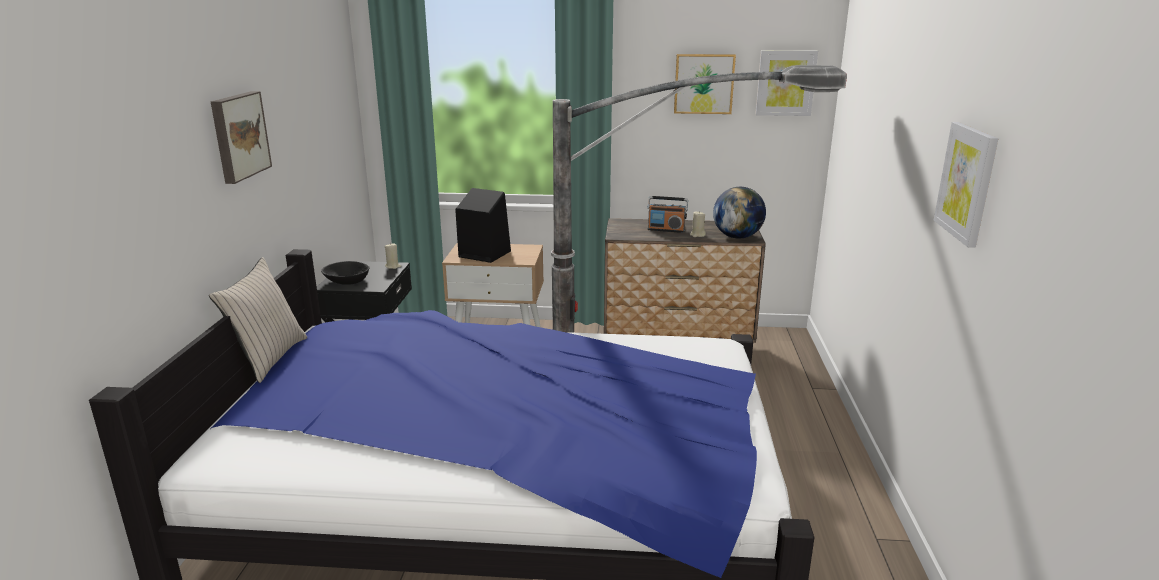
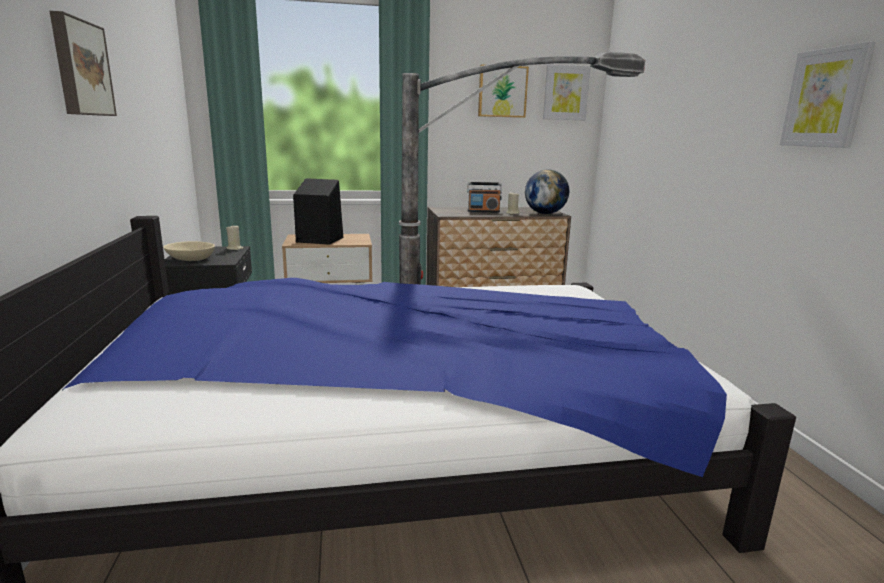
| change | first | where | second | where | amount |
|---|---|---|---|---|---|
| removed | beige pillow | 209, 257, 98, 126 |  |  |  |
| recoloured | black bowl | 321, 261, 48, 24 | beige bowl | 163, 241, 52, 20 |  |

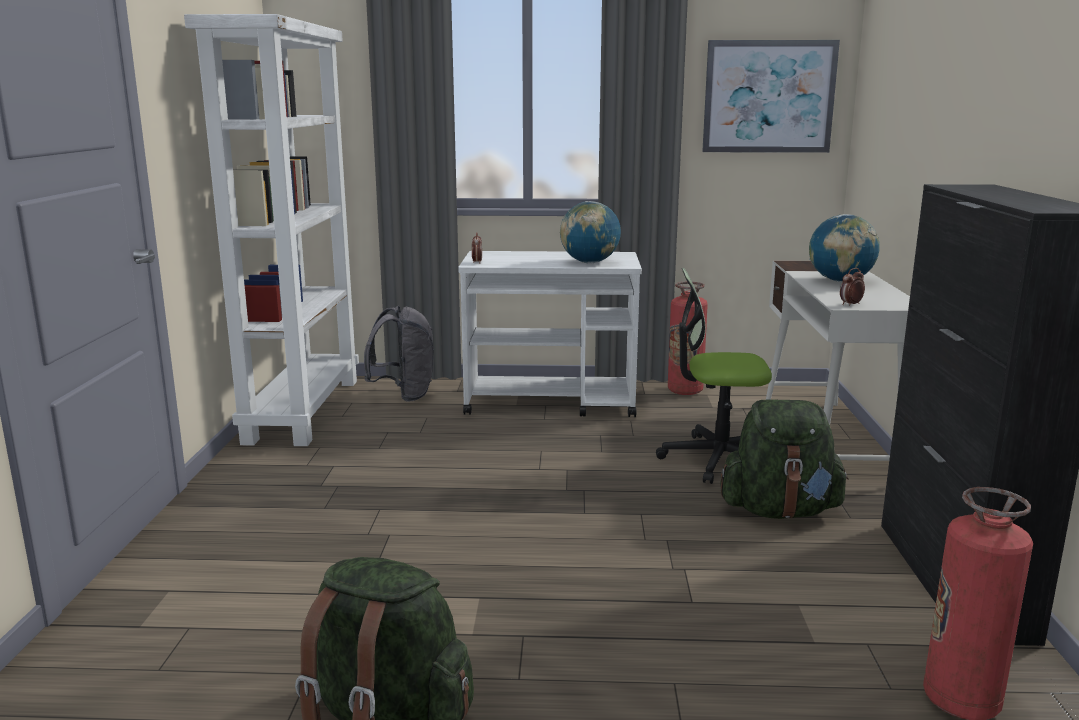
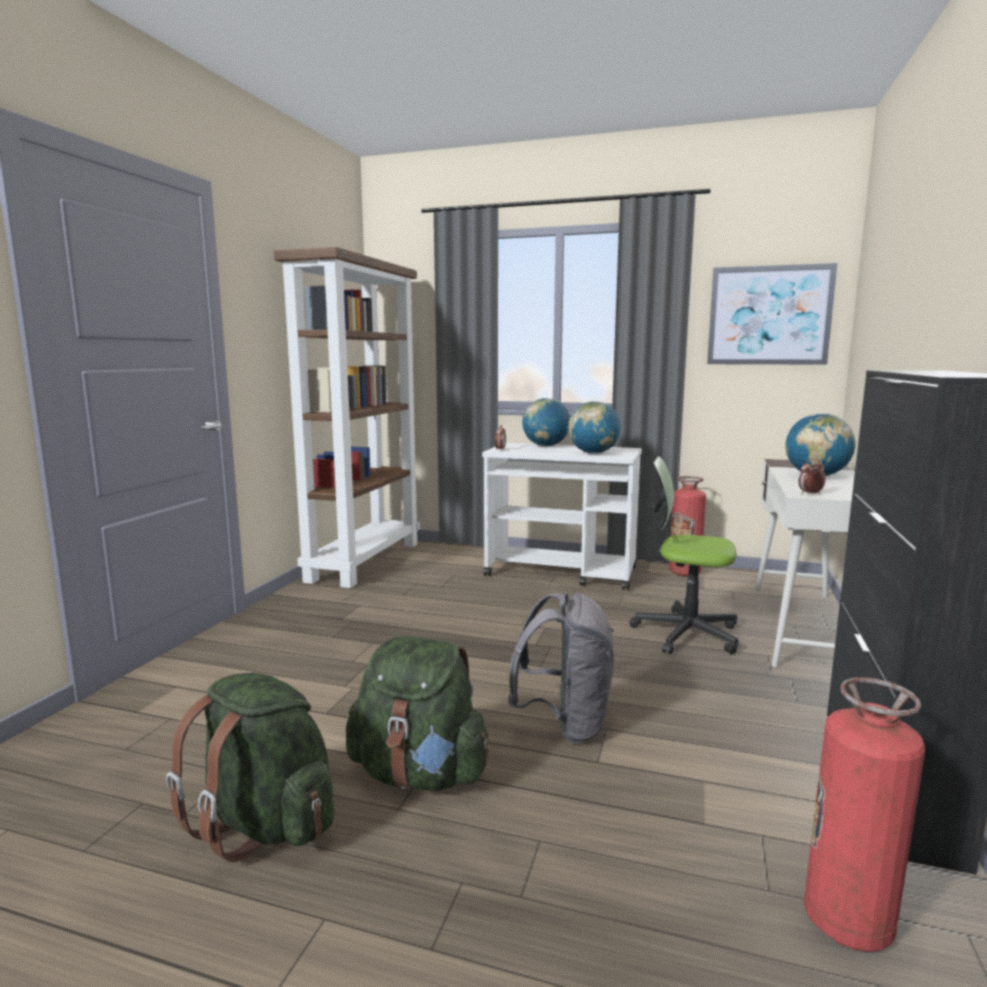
| change | first | where | second | where | amount |
|---|---|---|---|---|---|
| added |  |  | globe | 522, 398, 48, 49 |  |
| moved | grey backpack | 364, 306, 69, 96 |  | 508, 593, 106, 150 |  |
| moved | green backpack | 721, 399, 128, 120 |  | 346, 636, 145, 155 |  |
| recoloured | white bookcase | 184, 14, 175, 432 | brown bookcase | 274, 247, 146, 341 |  |

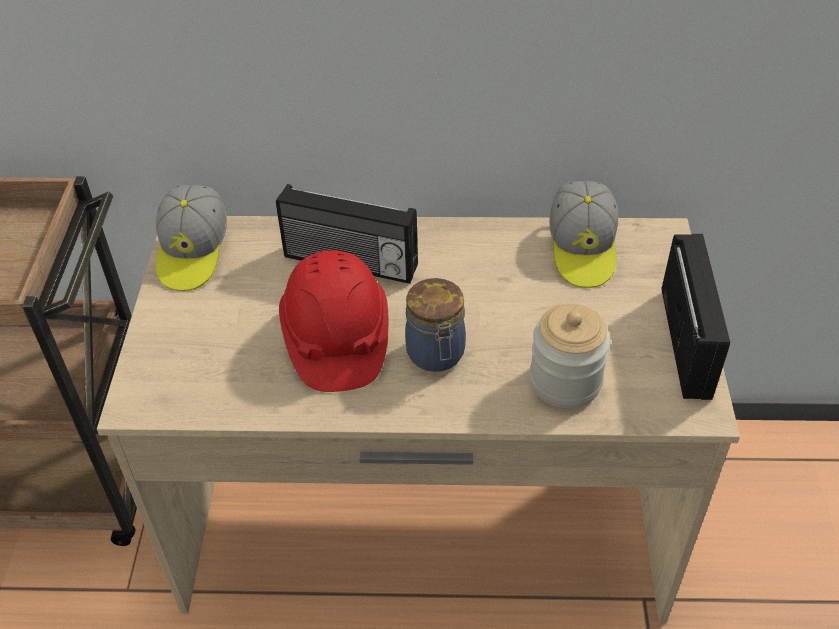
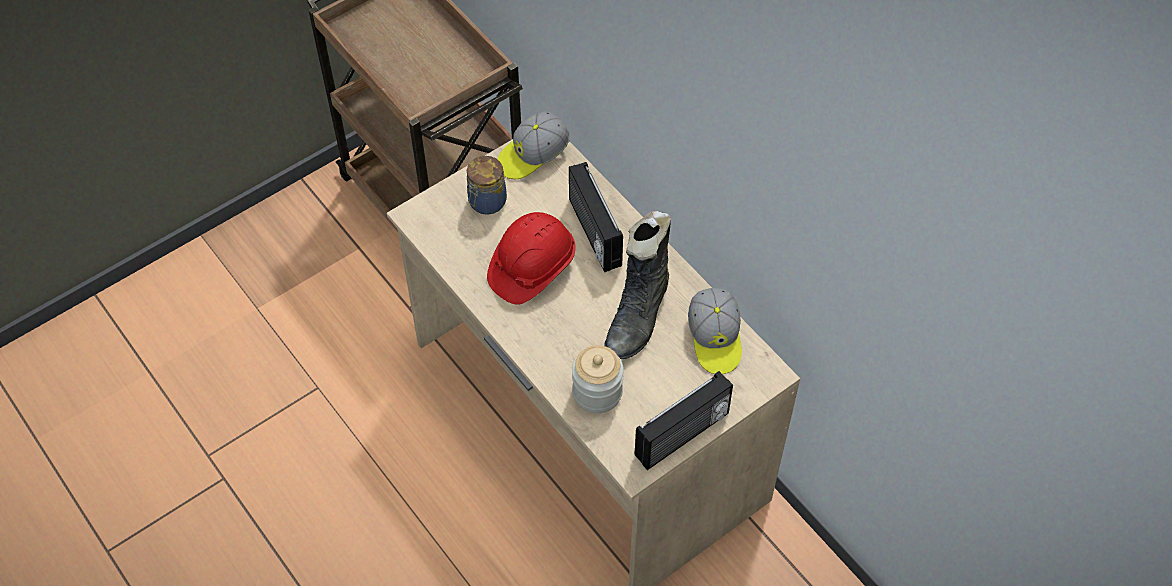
| change | first | where | second | where | amount |
|---|---|---|---|---|---|
| added |  |  | black boot | 604, 211, 67, 148 |  |
| moved | jar | 405, 278, 61, 94 |  | 467, 156, 40, 59 |  |
| turned | cap | 549, 181, 69, 107 |  | 688, 288, 54, 86 | 60 degrees counterclockwise |

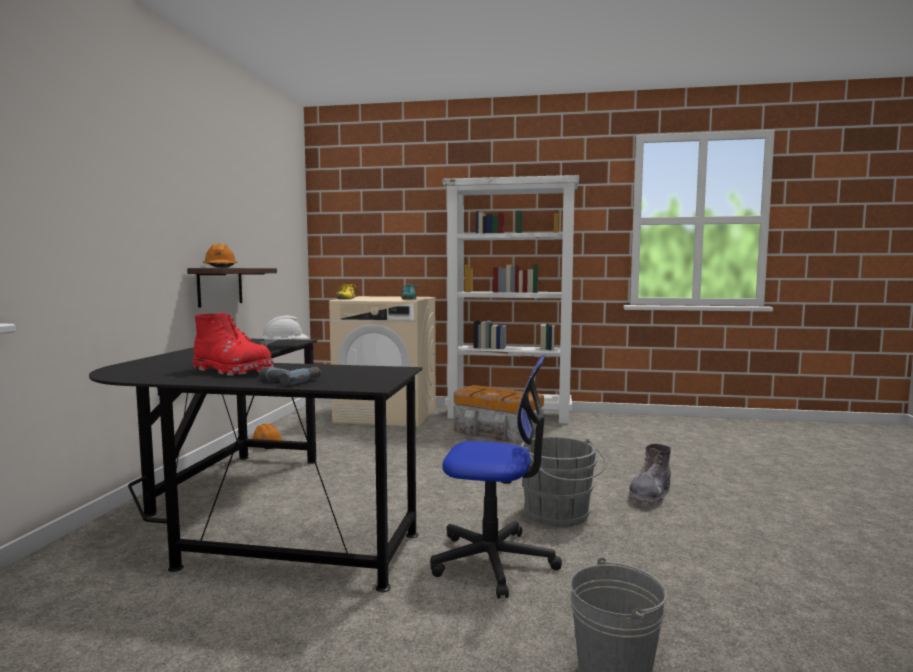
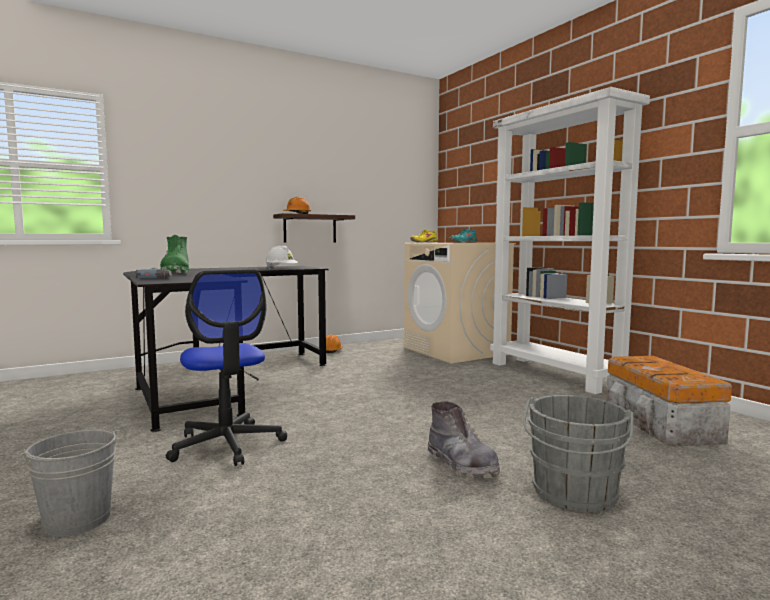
| change | first | where | second | where | amount |
|---|---|---|---|---|---|
| moved | storage box | 454, 385, 90, 60 |  | 606, 356, 126, 90 |  |
| moved | grey bucket | 520, 437, 86, 90 |  | 523, 395, 111, 117 |  |
| recoloured | red boot | 193, 312, 81, 64 | green boot | 160, 235, 29, 39 |  |
| turned | grey boot | 629, 444, 42, 62 |  | 428, 401, 72, 77 | 120 degrees counterclockwise |

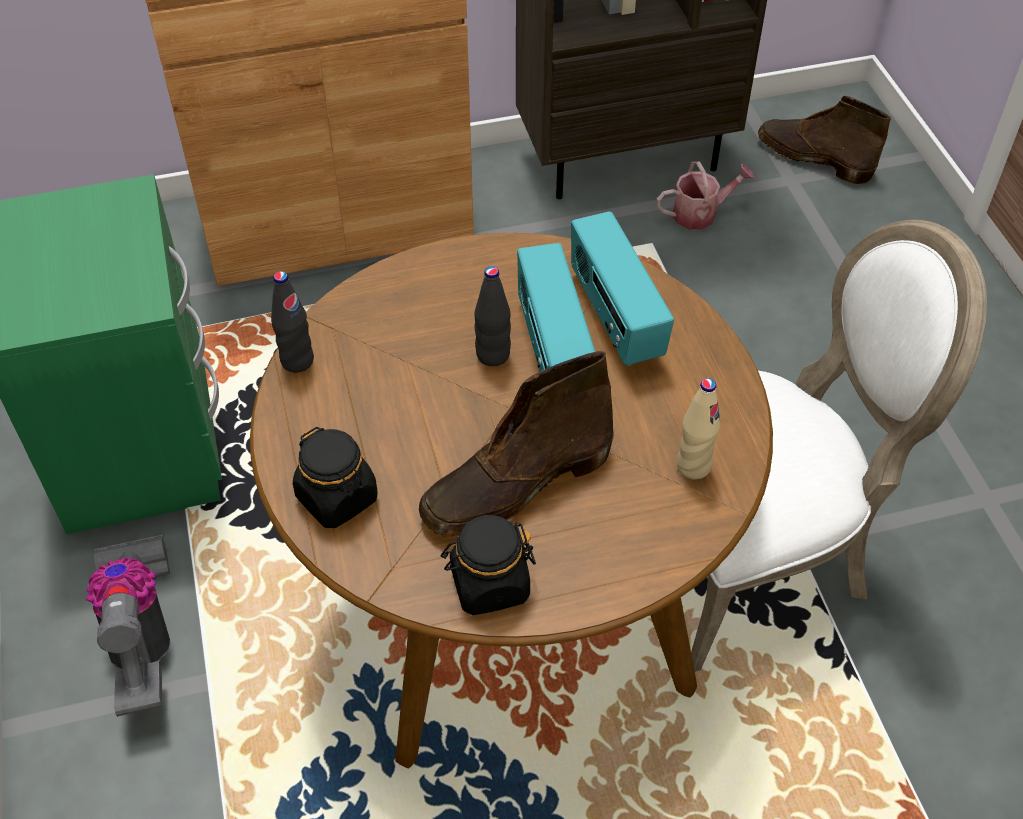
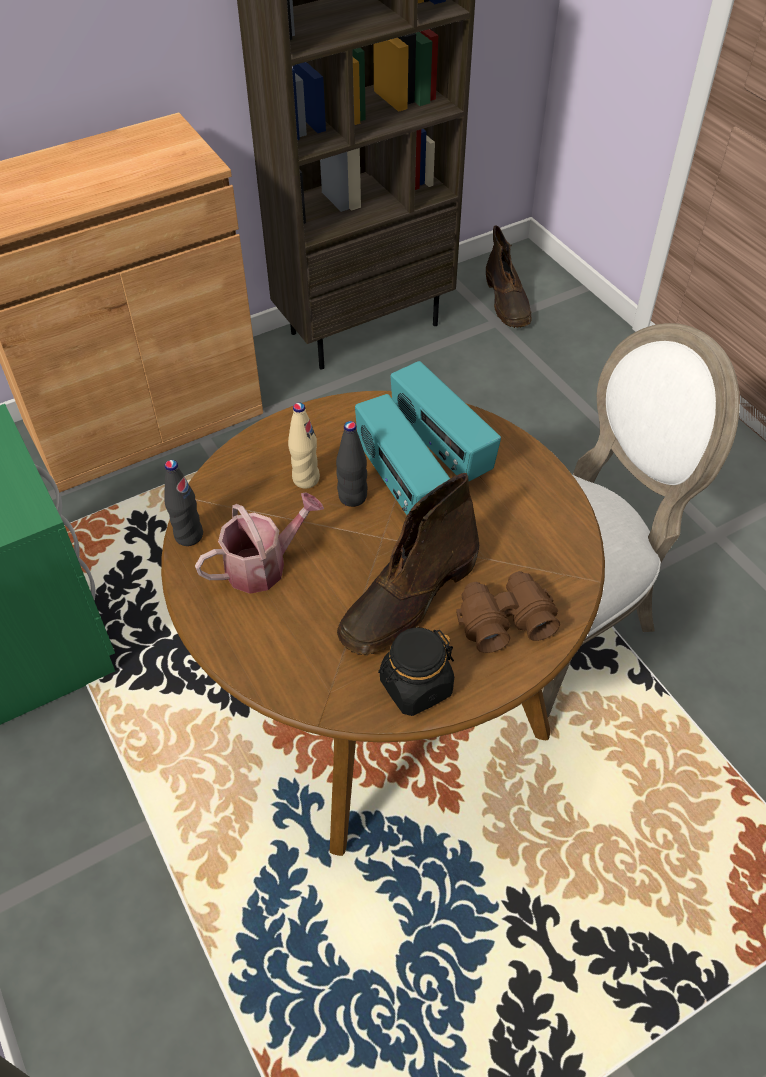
| change | first | where | second | where | amount |
|---|---|---|---|---|---|
| removed | vacuum cleaner | 86, 535, 84, 182 |  |  |  |
| removed | black jar | 293, 427, 85, 101 |  |  |  |
| added |  |  | brown binoculars | 456, 571, 104, 82 |  |
| moved | watering can | 657, 161, 97, 69 |  | 195, 492, 129, 102 |  |
| moved | beige bottle | 677, 378, 43, 102 |  | 288, 402, 32, 87 |  |
| turned | brown boot | 758, 96, 133, 88 |  | 486, 225, 46, 103 | 120 degrees counterclockwise |

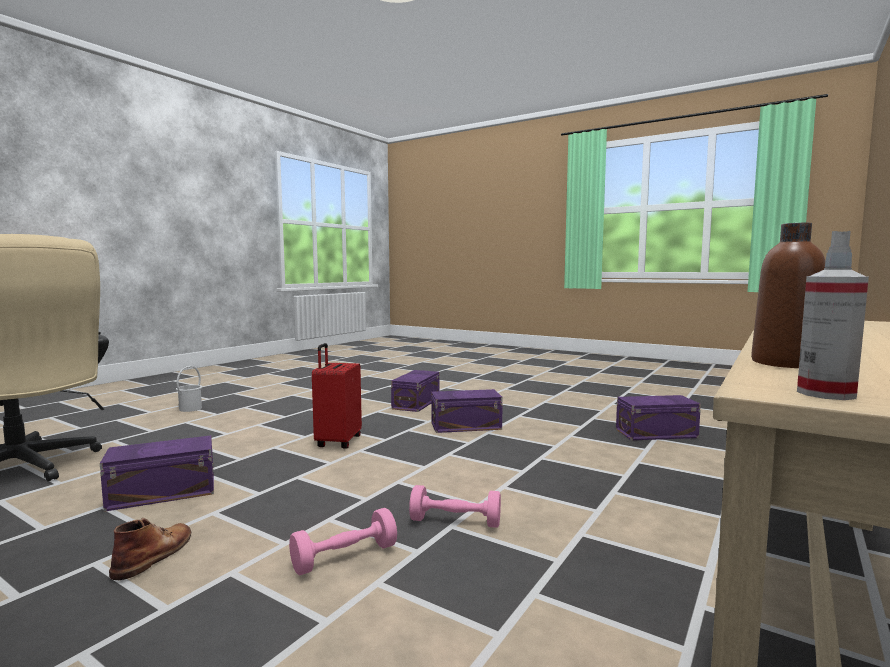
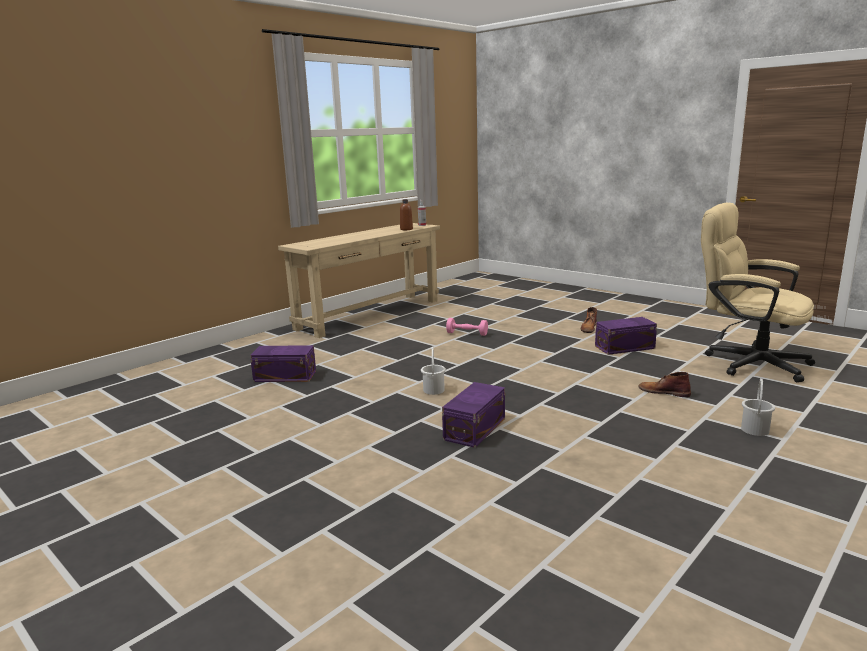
| change | first | where | second | where | amount |
|---|---|---|---|---|---|
| removed | pink dumbbell | 289, 508, 108, 67 |  |  |  |
| removed | red suitcase | 312, 343, 50, 106 |  |  |  |
| added |  |  | brown boot | 638, 372, 53, 25 |  |
| replaced | purple storage box | 431, 389, 72, 44 | white bucket | 421, 347, 25, 48 |  |

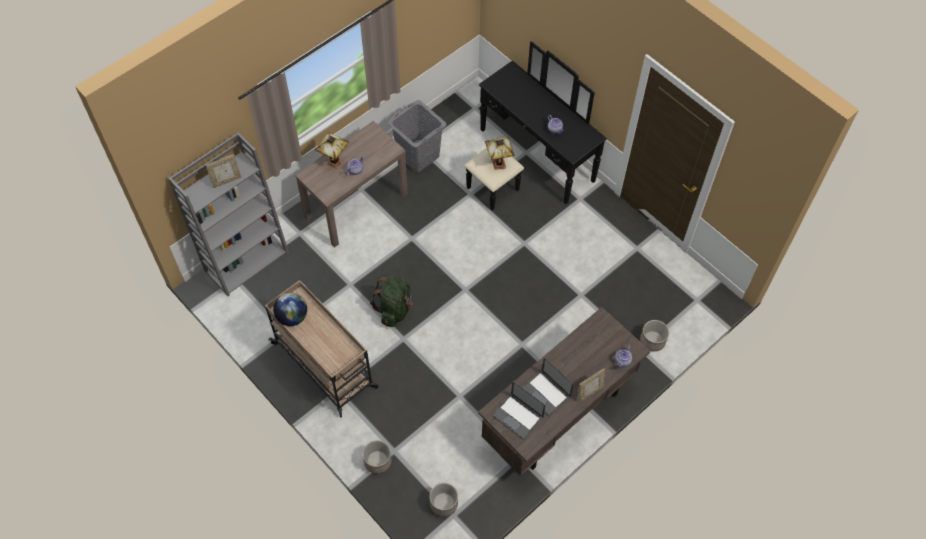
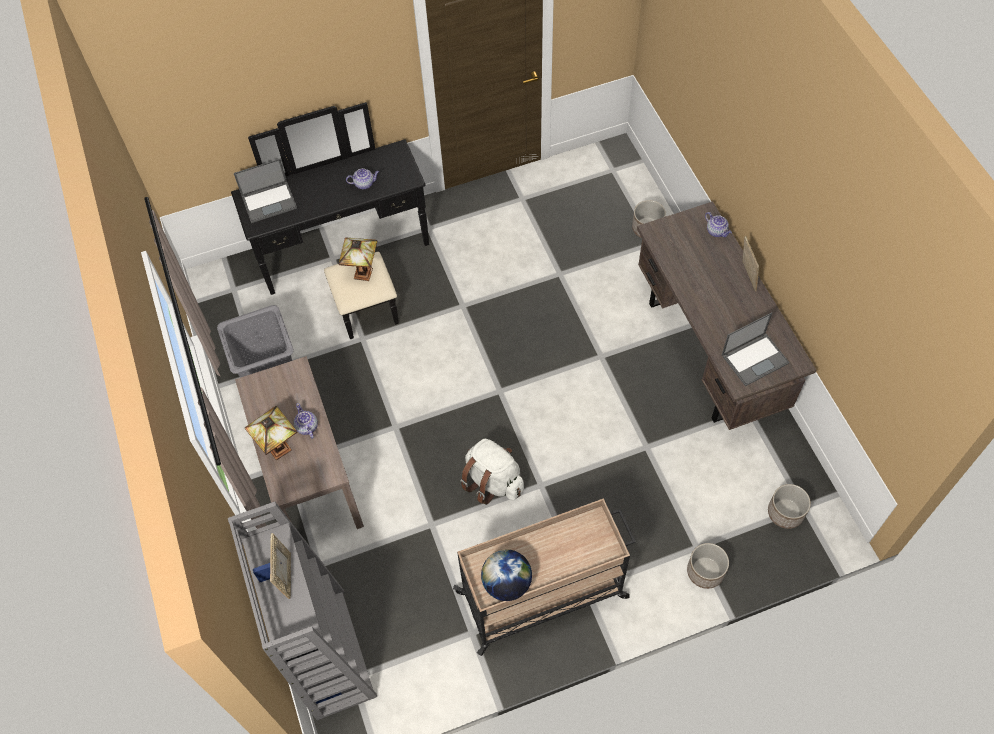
| change | first | where | second | where | amount |
|---|---|---|---|---|---|
| moved | laptop | 522, 357, 52, 59 |  | 234, 159, 63, 64 |  |
| recoloured | green backpack | 370, 276, 43, 51 | white backpack | 460, 438, 64, 67 |  |

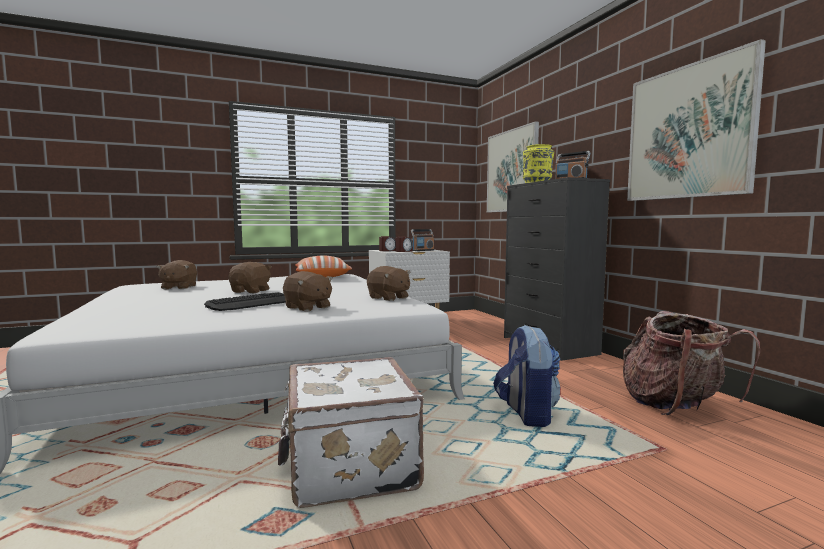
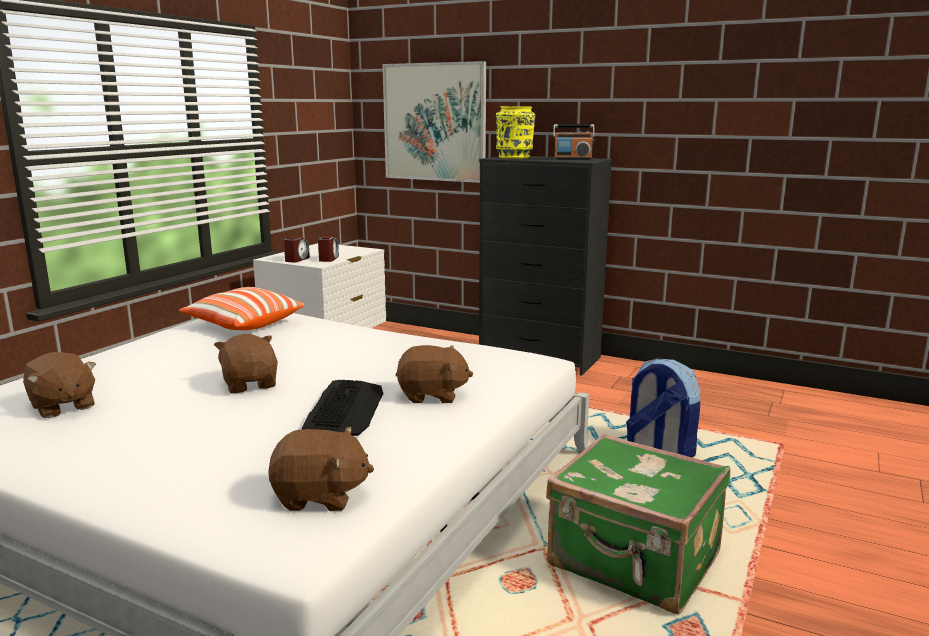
| change | first | where | second | where | amount |
|---|---|---|---|---|---|
| removed | radio | 411, 229, 23, 22 |  |  |  |
| removed | backpack | 623, 311, 137, 104 |  |  |  |
| removed | picture | 627, 39, 139, 162 |  |  |  |
| moved | brown plush toy | 367, 266, 43, 35 |  | 268, 427, 106, 84 |  |
| recoloured | white suitcase | 278, 357, 146, 151 | green suitcase | 546, 433, 184, 182 |  |

